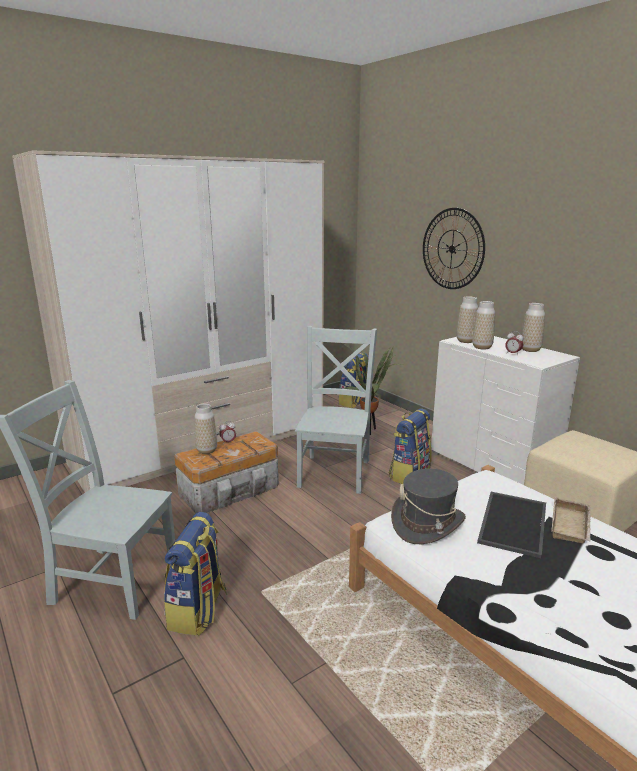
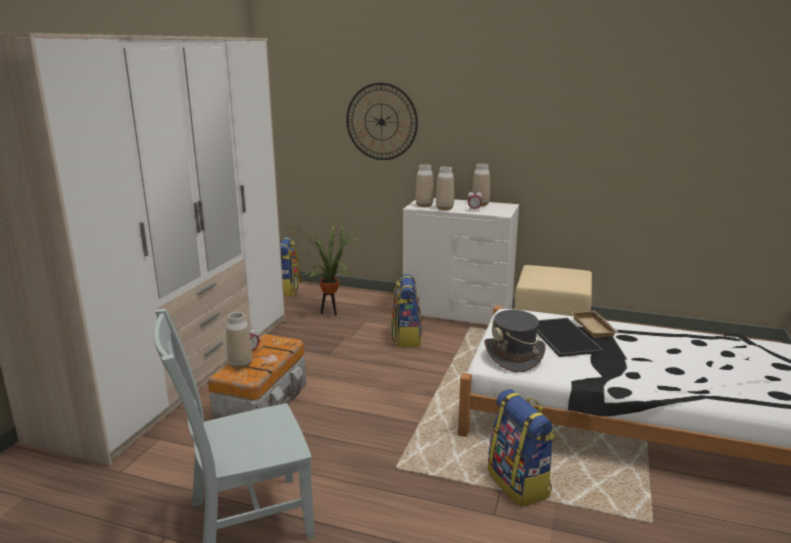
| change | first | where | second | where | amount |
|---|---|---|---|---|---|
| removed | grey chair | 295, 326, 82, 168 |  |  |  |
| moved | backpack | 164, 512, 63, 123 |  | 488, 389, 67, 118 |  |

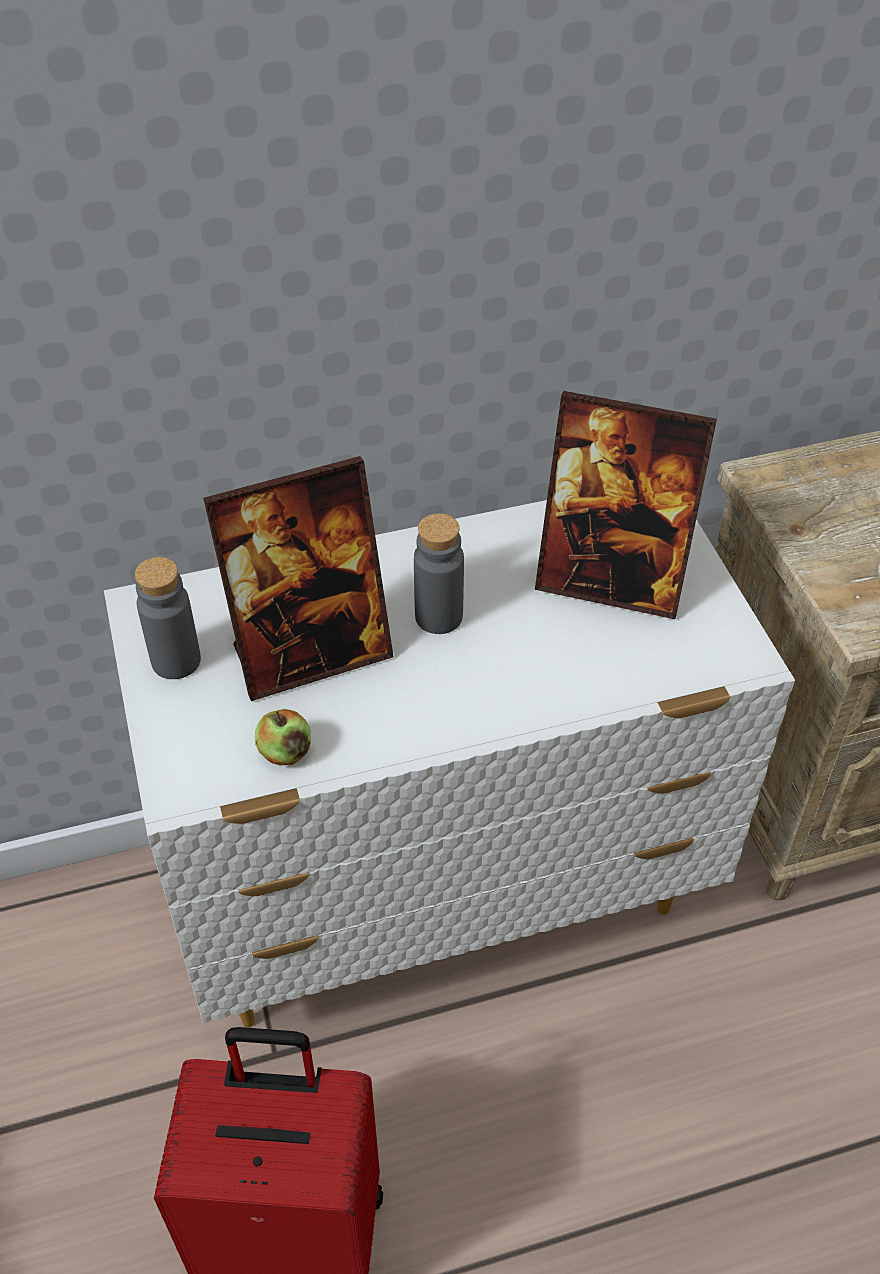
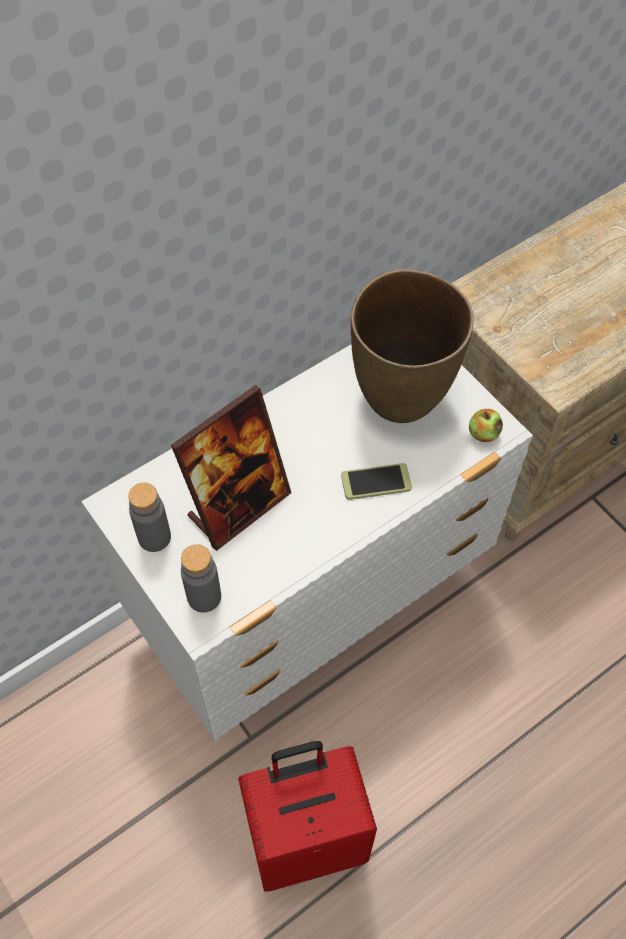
| change | first | where | second | where | amount |
|---|---|---|---|---|---|
| added |  |  | phone | 341, 463, 71, 37 |  |
| moved | apple | 255, 709, 56, 56 |  | 469, 409, 34, 33 |  |
| moved | grey bottle | 414, 513, 50, 121 |  | 181, 544, 40, 69 |  |
| replaced | picture frame | 535, 391, 182, 228 | brown vase | 351, 269, 123, 154 |  |

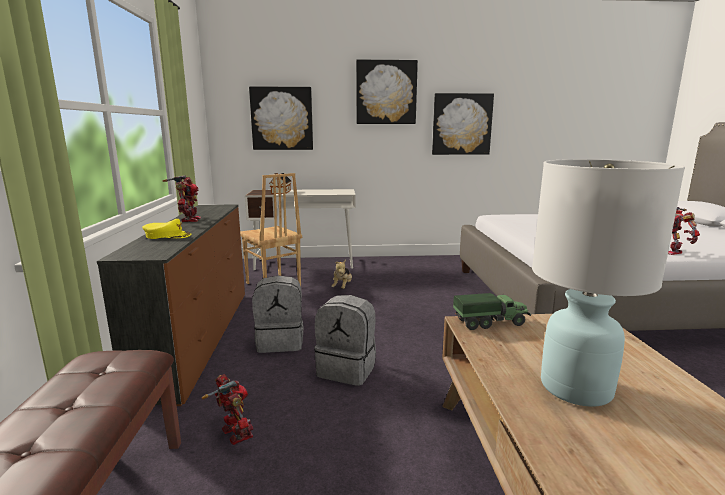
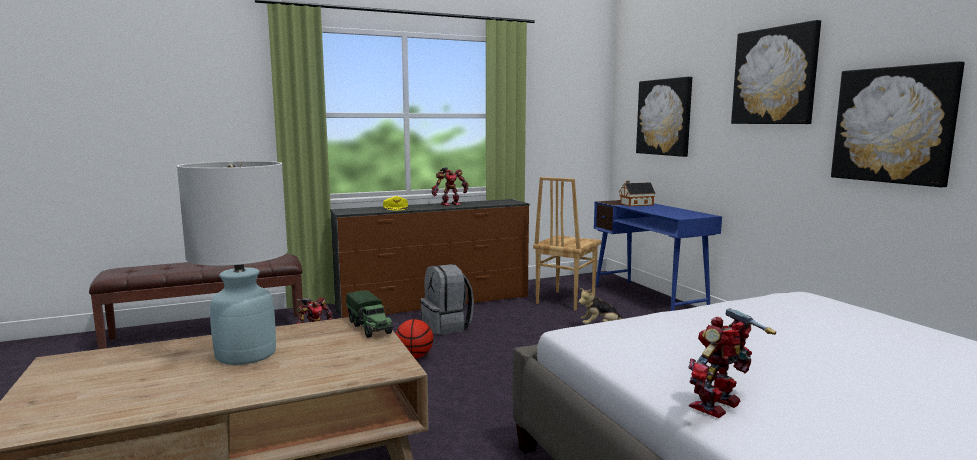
| change | first | where | second | where | amount |
|---|---|---|---|---|---|
| replaced | grey backpack | 314, 295, 62, 91 | basketball | 395, 319, 38, 40 |  |
| recoloured | white desk | 245, 189, 111, 81 | blue desk | 594, 200, 128, 111 |  |

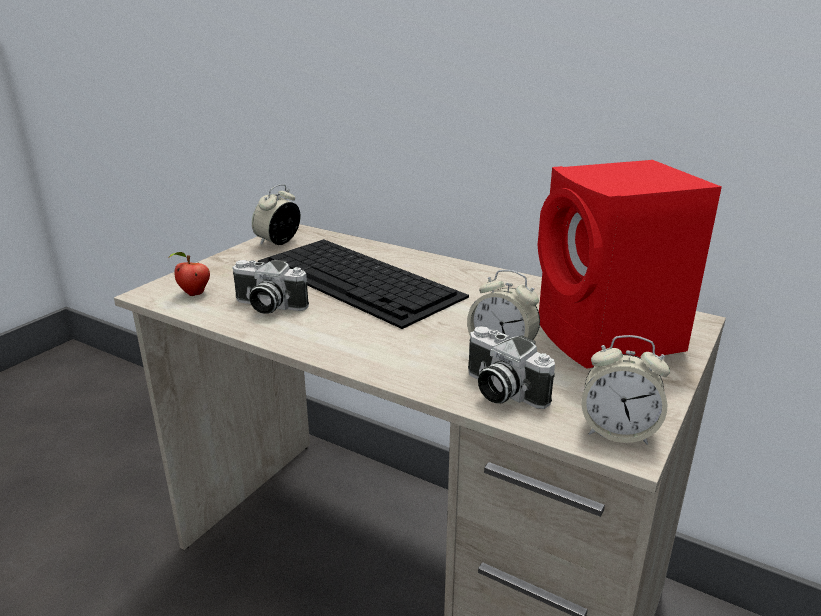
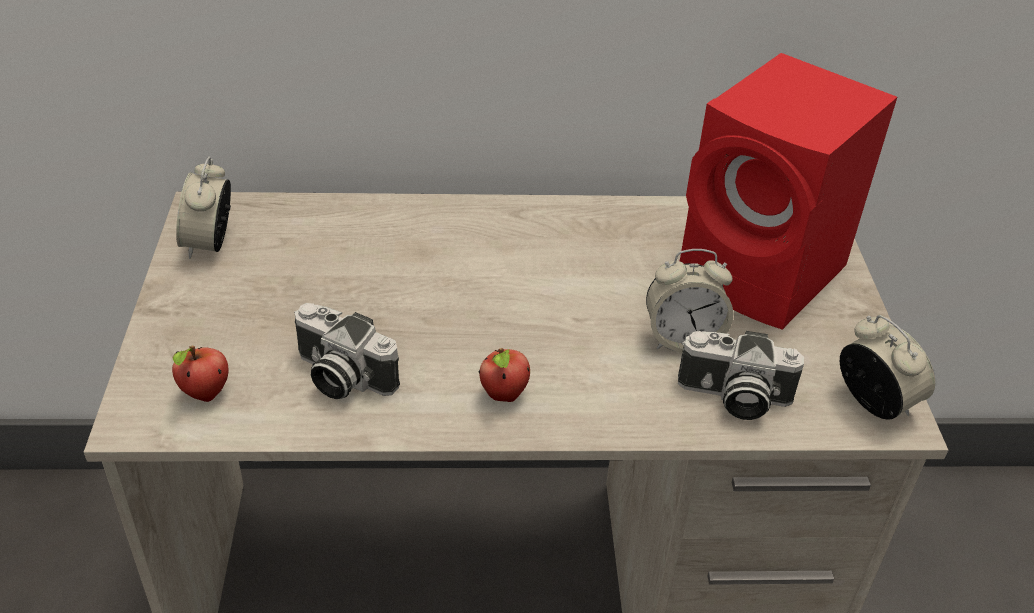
| change | first | where | second | where | amount |
|---|---|---|---|---|---|
| removed | keyboard | 258, 239, 211, 90 |  |  |  |
| added |  |  | apple | 479, 348, 51, 54 |  |
| turned | photo camera | 232, 259, 77, 55 |  | 294, 303, 106, 96 | 45 degrees clockwise |
| turned | alarm clock | 581, 335, 89, 110 |  | 840, 315, 95, 105 | 105 degrees counterclockwise |

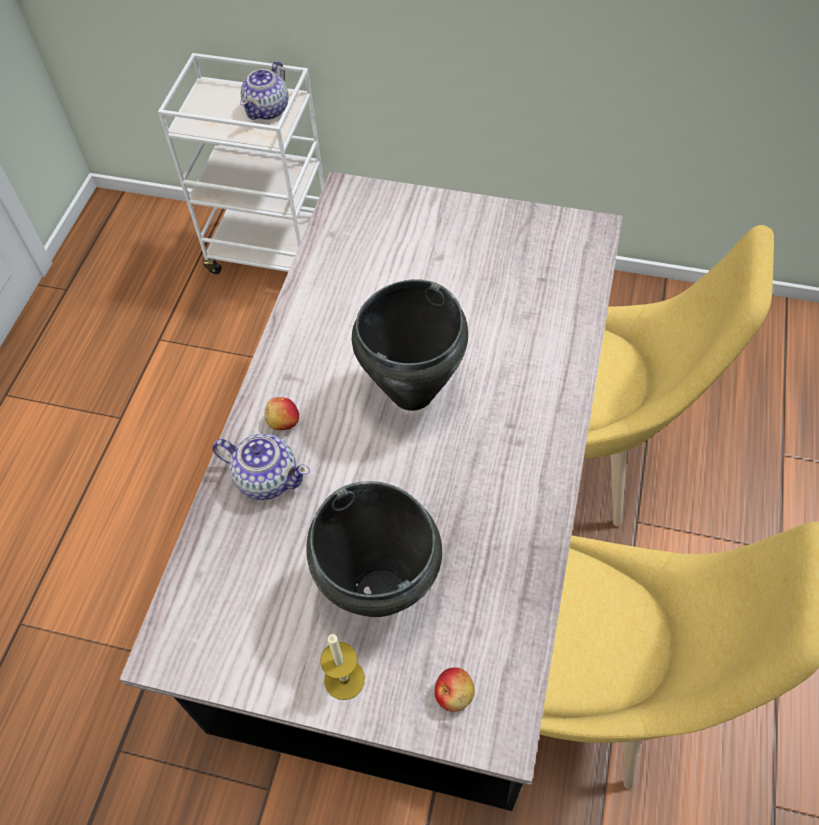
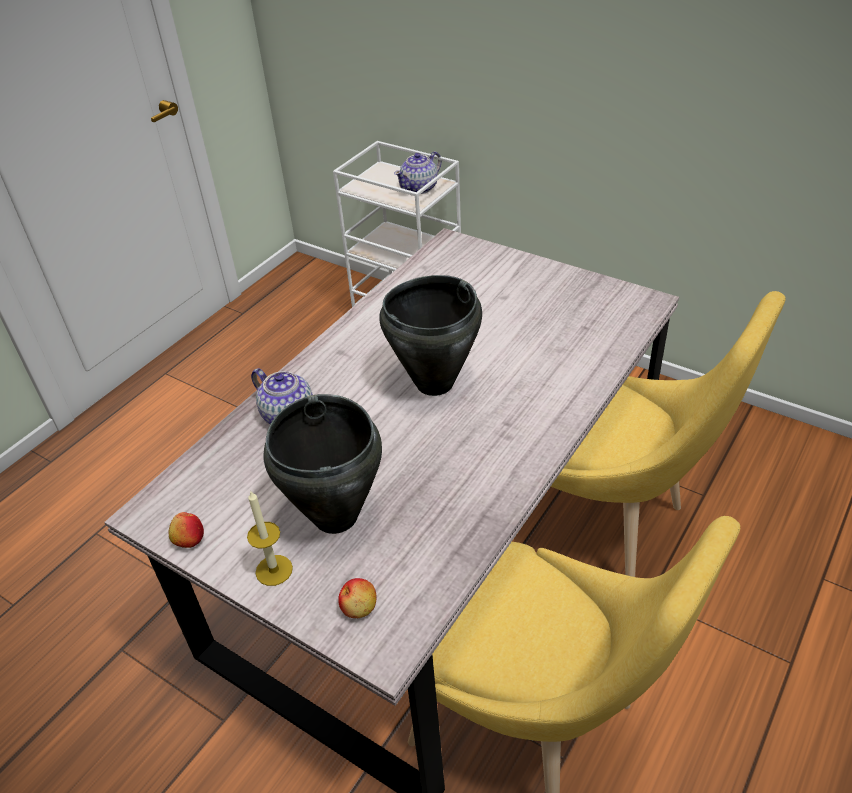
| change | first | where | second | where | amount |
|---|---|---|---|---|---|
| moved | apple | 264, 397, 35, 33 |  | 169, 512, 35, 36 |  |

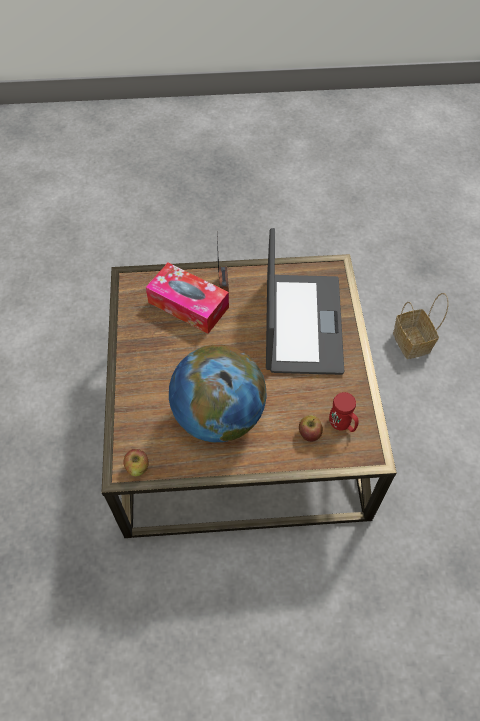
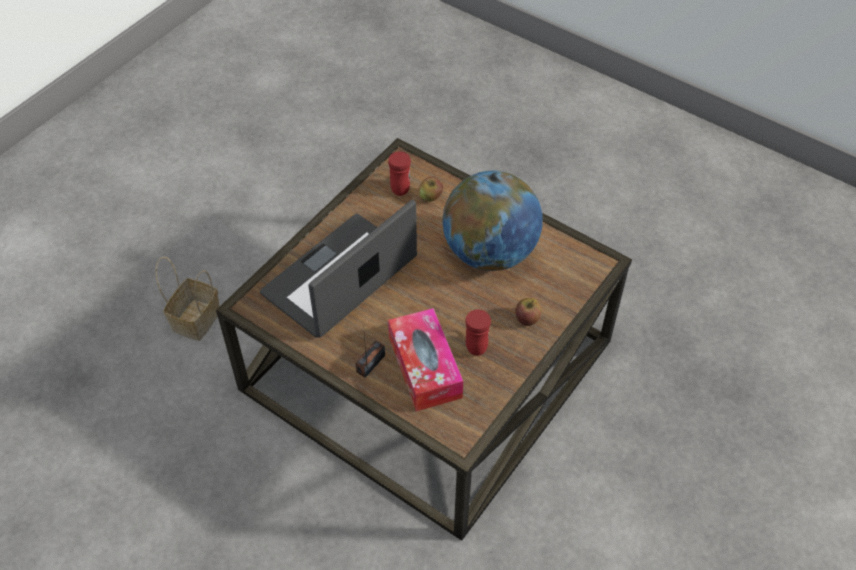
| change | first | where | second | where | amount |
|---|---|---|---|---|---|
| added |  |  | red mug | 465, 310, 26, 46 |  |
| moved | apple | 123, 449, 26, 27 |  | 515, 298, 26, 28 |  |

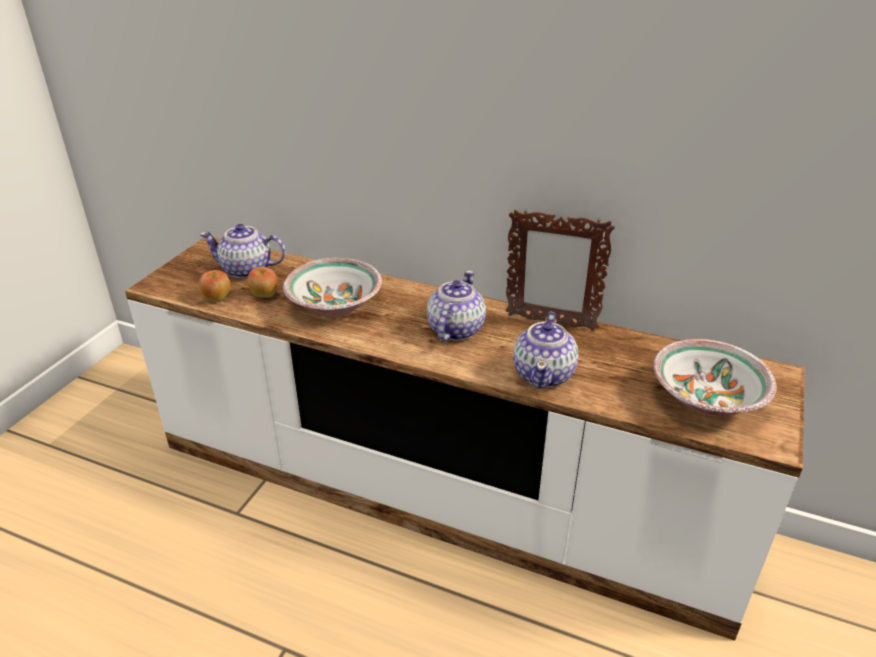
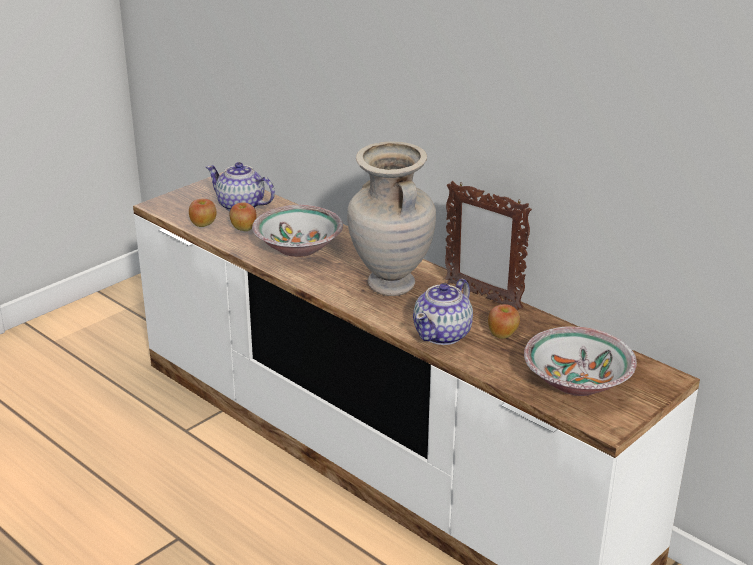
| change | first | where | second | where | amount |
|---|---|---|---|---|---|
| added |  |  | apple | 488, 304, 32, 35 |  |
| replaced | teapot | 427, 270, 59, 72 | beige vase | 347, 141, 89, 155 |  |

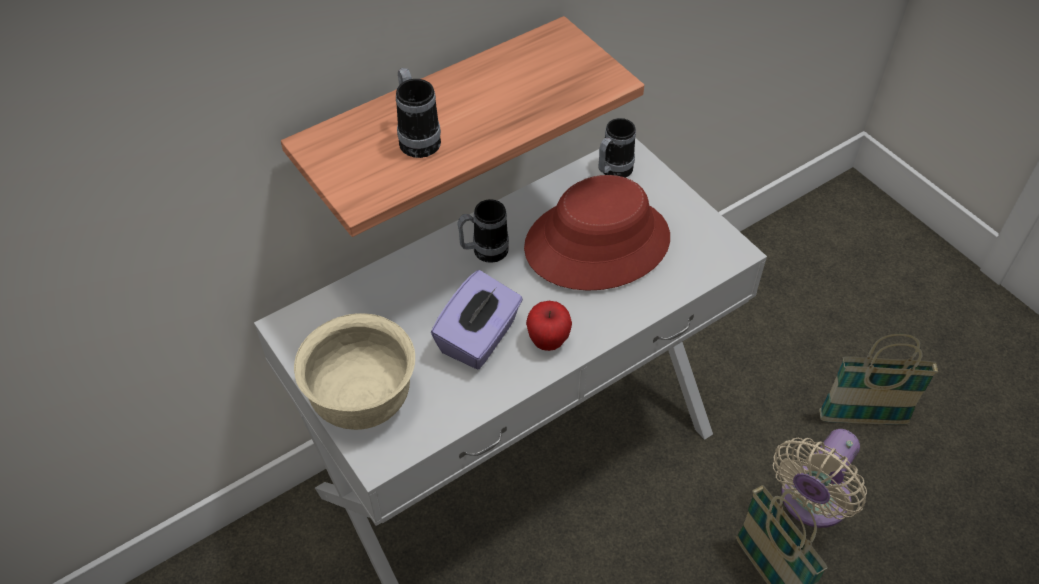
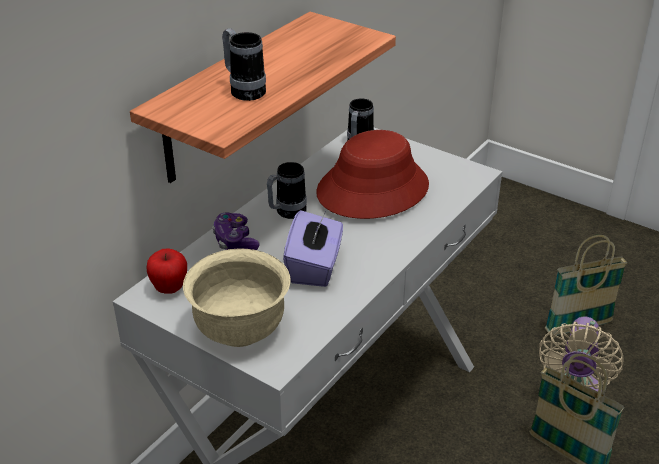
| change | first | where | second | where | amount |
|---|---|---|---|---|---|
| added |  |  | game controller | 212, 213, 48, 37 |  |
| moved | apple | 526, 301, 46, 50 |  | 147, 248, 40, 46 |  |

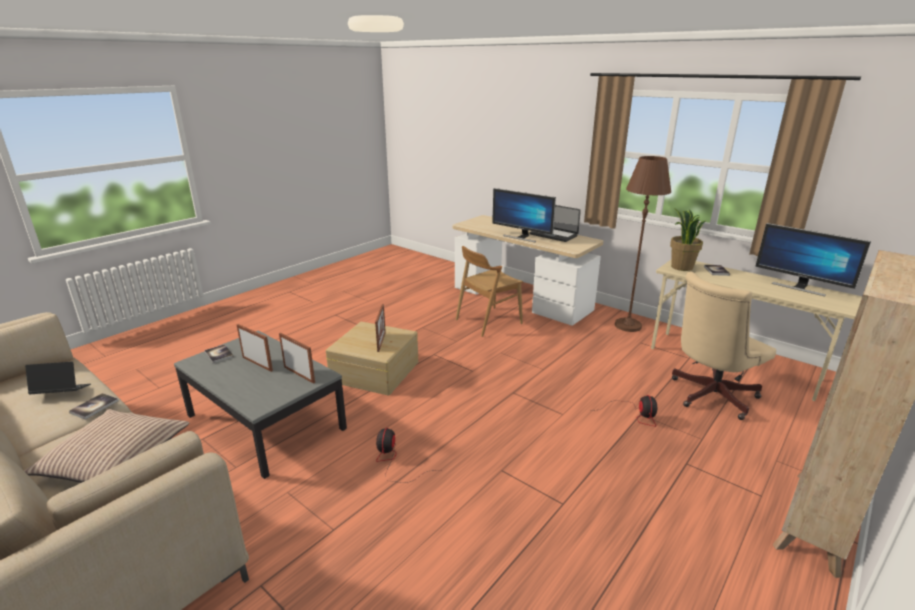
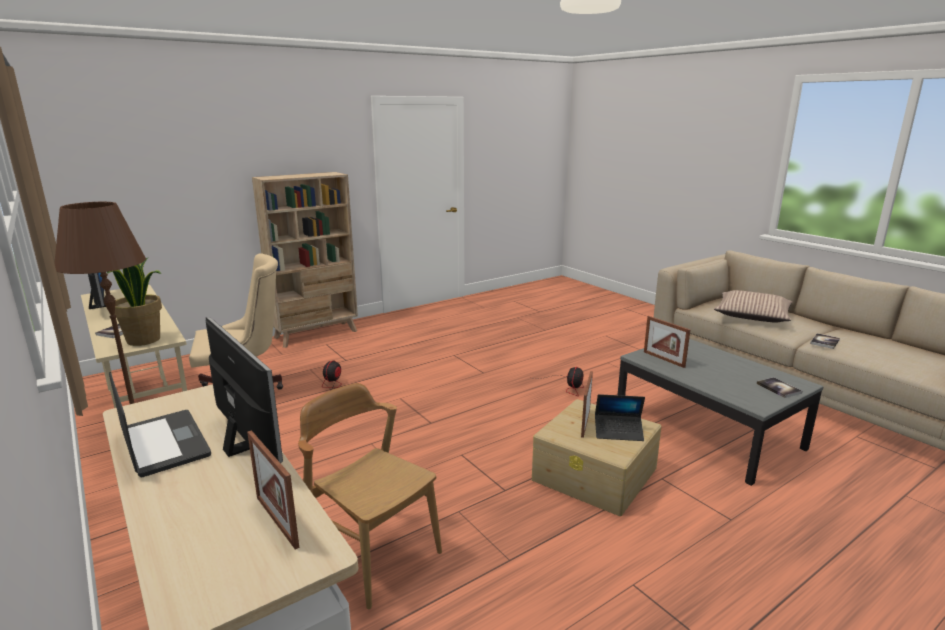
| change | first | where | second | where | amount |
|---|---|---|---|---|---|
| moved | laptop | 25, 362, 66, 32 |  | 595, 394, 50, 47 |  |
| moved | picture frame | 237, 324, 36, 48 |  | 247, 430, 52, 119 |  |
| turned | brown chair | 456, 246, 67, 91 |  | 298, 383, 144, 226 | 120 degrees counterclockwise |

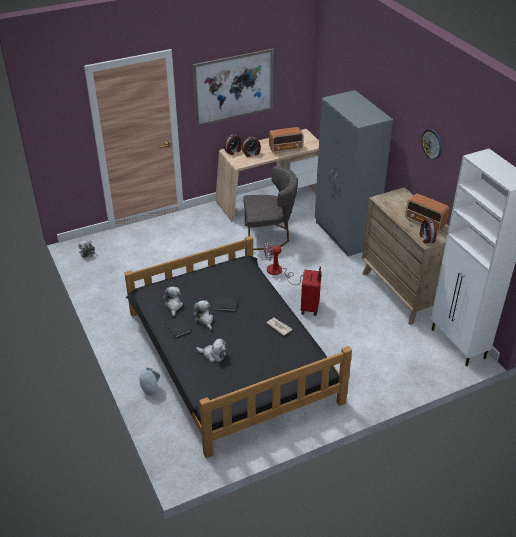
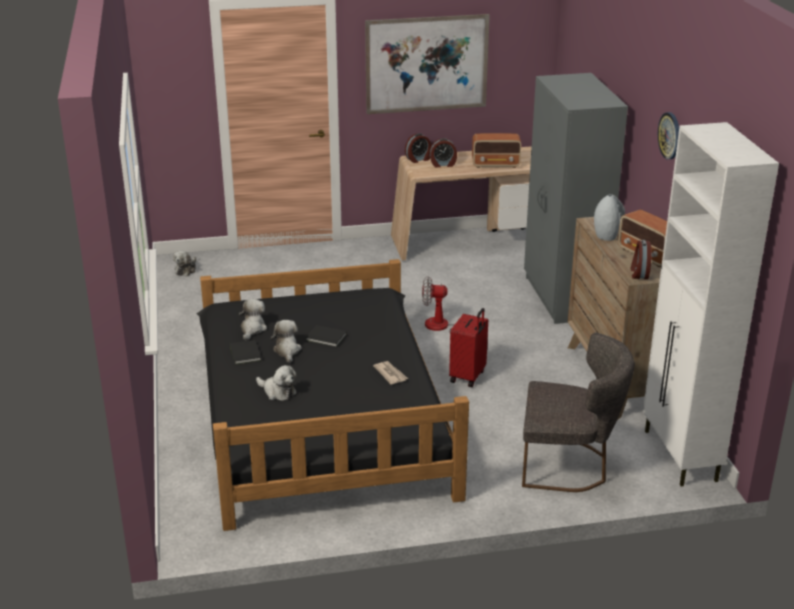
| change | first | where | second | where | amount |
|---|---|---|---|---|---|
| moved | grey vase | 139, 367, 21, 28 |  | 594, 194, 31, 47 |  |
| moved | grey chair | 243, 166, 55, 84 |  | 522, 332, 113, 160 |  |

